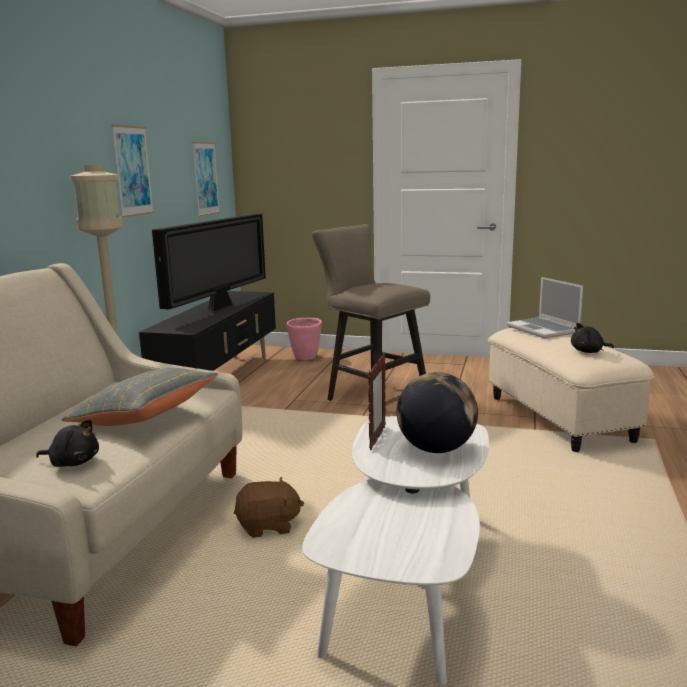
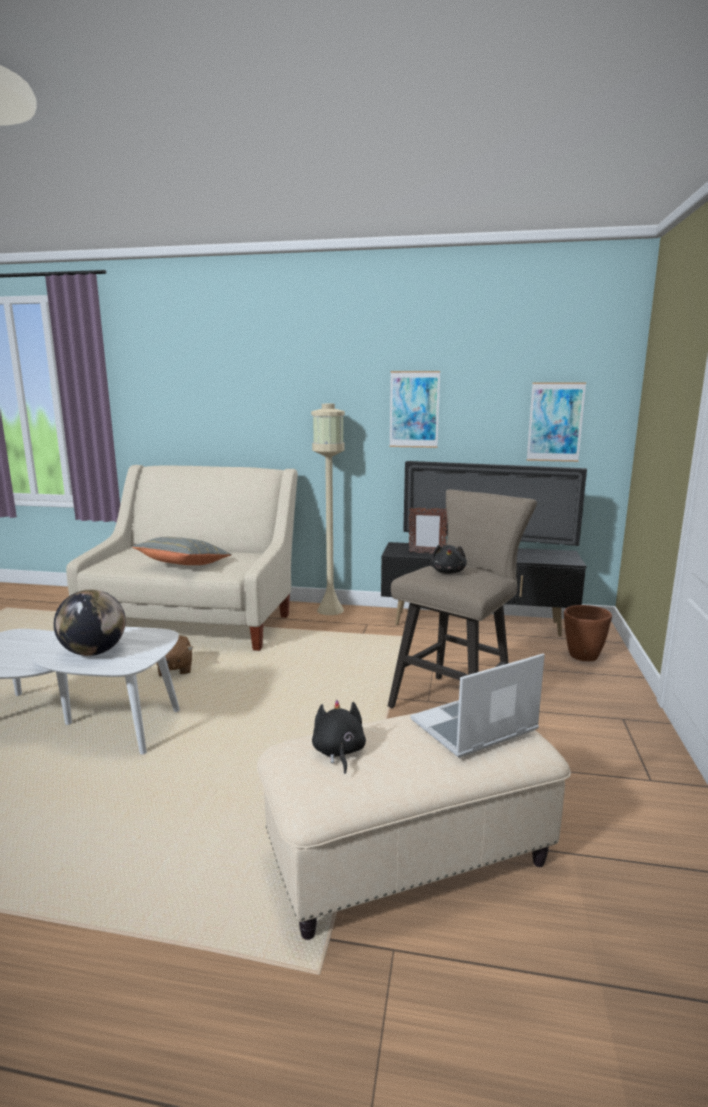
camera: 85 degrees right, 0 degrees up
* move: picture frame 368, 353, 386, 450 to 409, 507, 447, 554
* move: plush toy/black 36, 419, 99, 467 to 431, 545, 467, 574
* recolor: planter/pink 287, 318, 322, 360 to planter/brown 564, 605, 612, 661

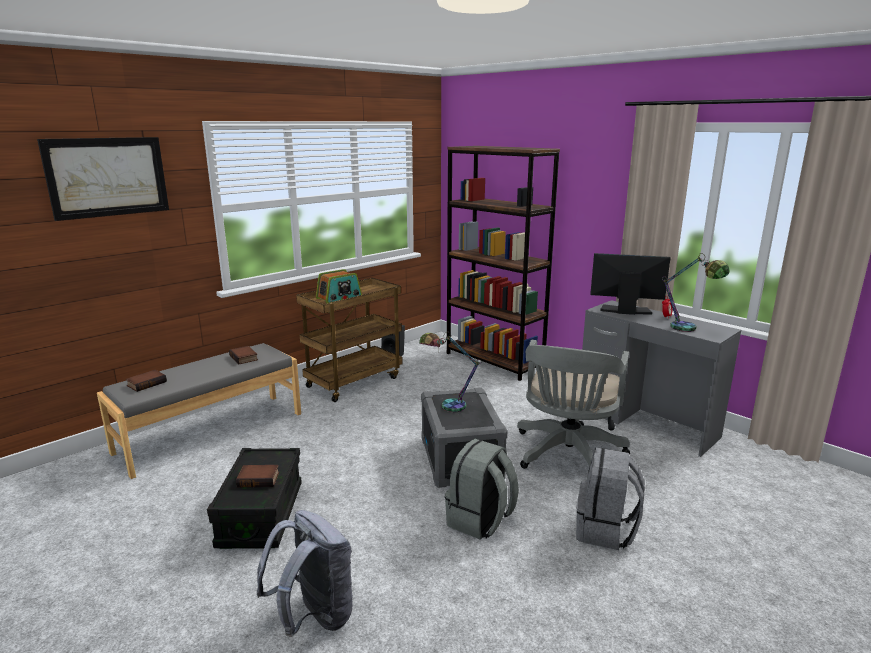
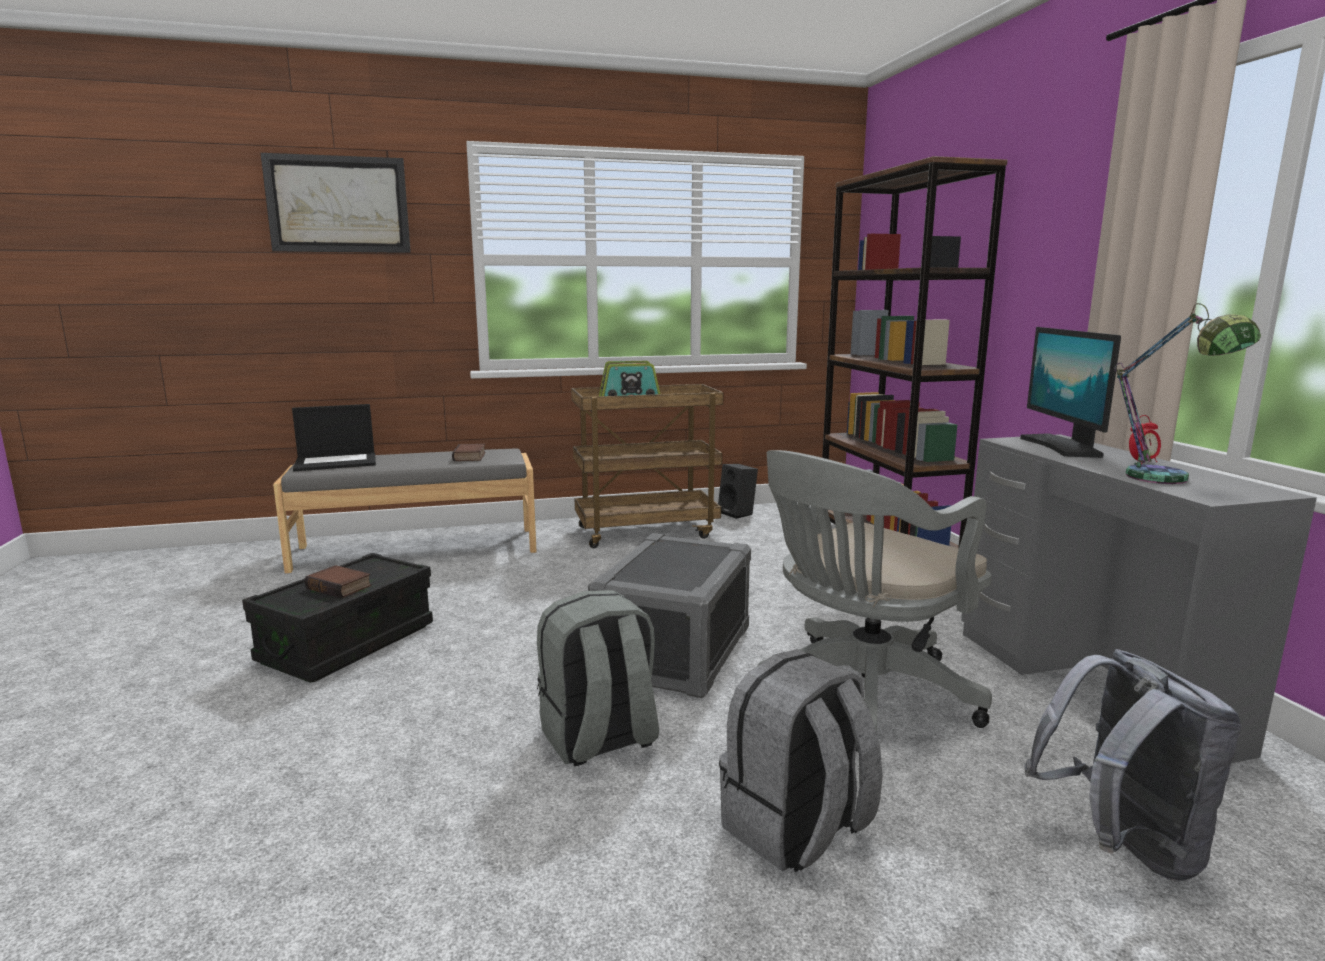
camera: 30 degrees right, 5 degrees down
* replace: book 126, 370, 167, 392 to laptop 292, 404, 376, 471
* rotate: monitor 590, 253, 671, 315 = 1020, 327, 1121, 458 135 degrees counterclockwise
* move: backpack/grey 257, 510, 353, 637 to 1025, 649, 1242, 881
* delete: table lamp 419, 332, 482, 412

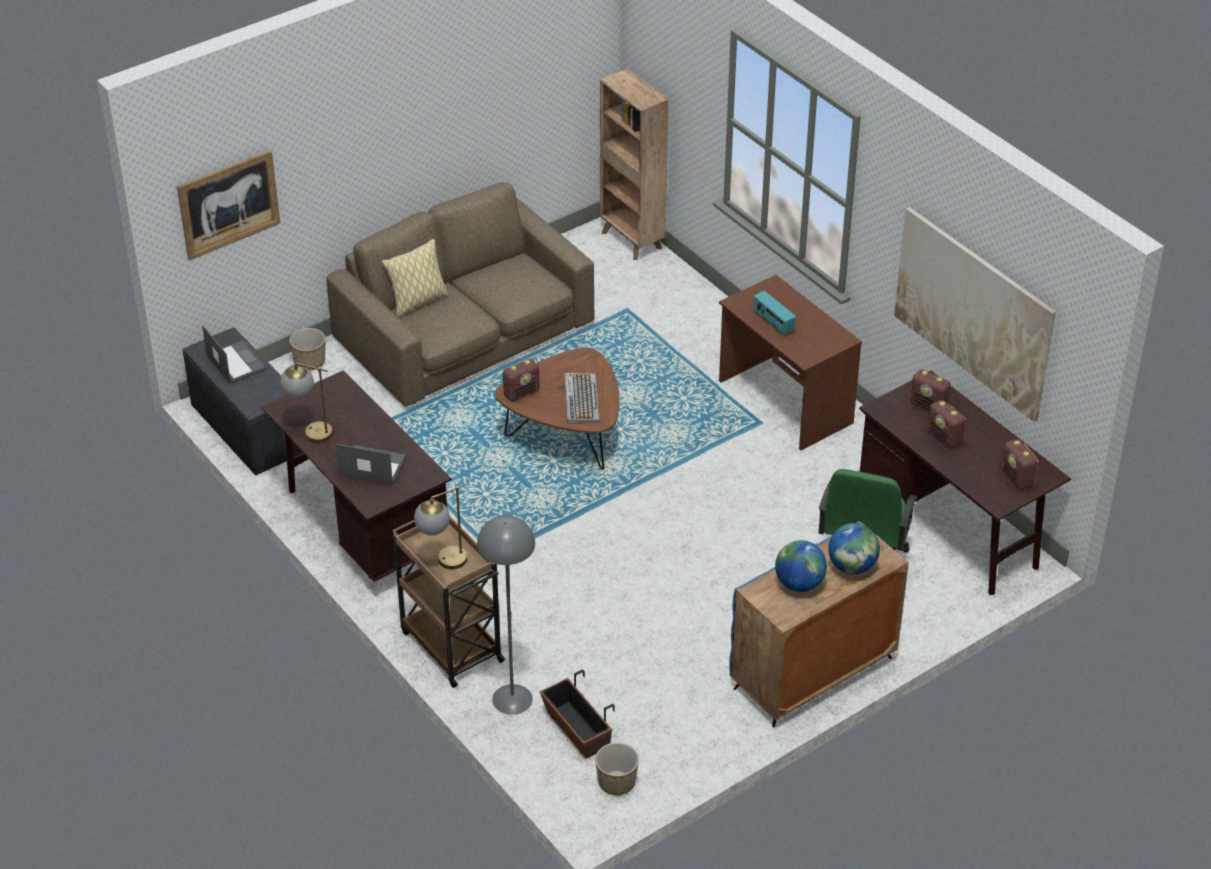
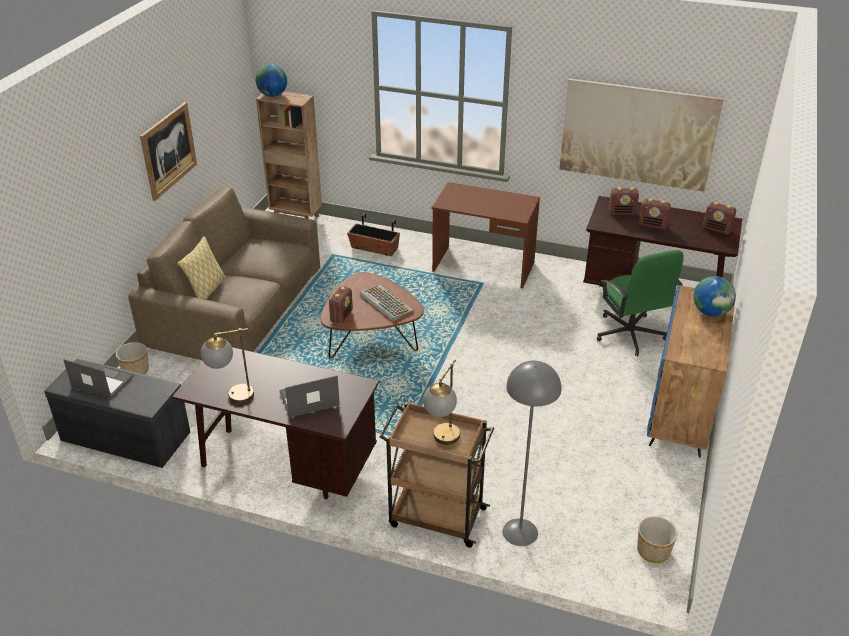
camera: 35 degrees left, 5 degrees down
* move: picture 177, 150, 280, 260 to 140, 102, 197, 201
* move: globe 775, 540, 827, 592 to 256, 64, 287, 97
* move: planter 540, 669, 615, 759 to 347, 213, 400, 256
* delete: radio 754, 291, 796, 335

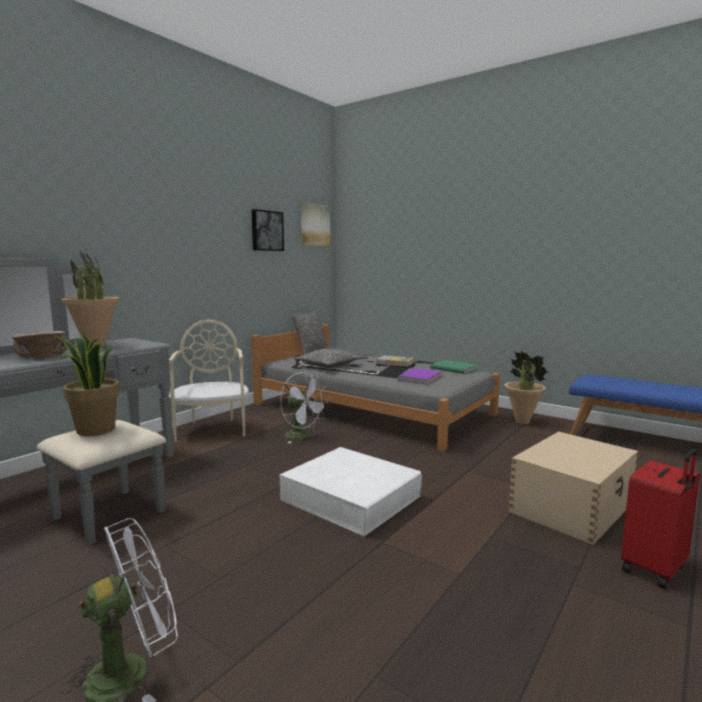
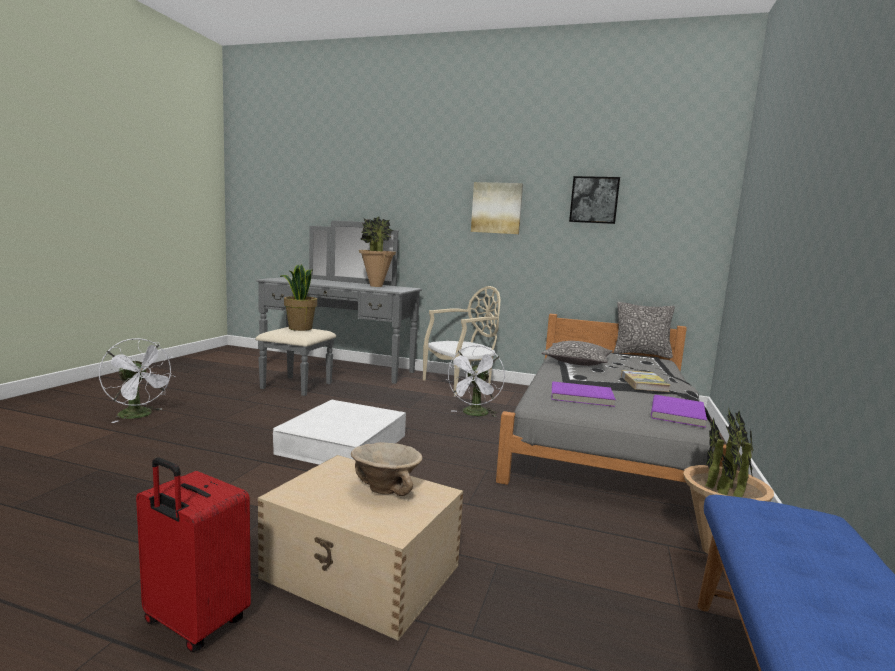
camera: 70 degrees right, 0 degrees up
* move: bowl/beige 12, 331, 69, 358 to 351, 442, 423, 496
* move: picture 301, 202, 330, 246 to 471, 182, 523, 234
* recolor: book/green 431, 360, 478, 374 to book/purple 651, 395, 707, 428

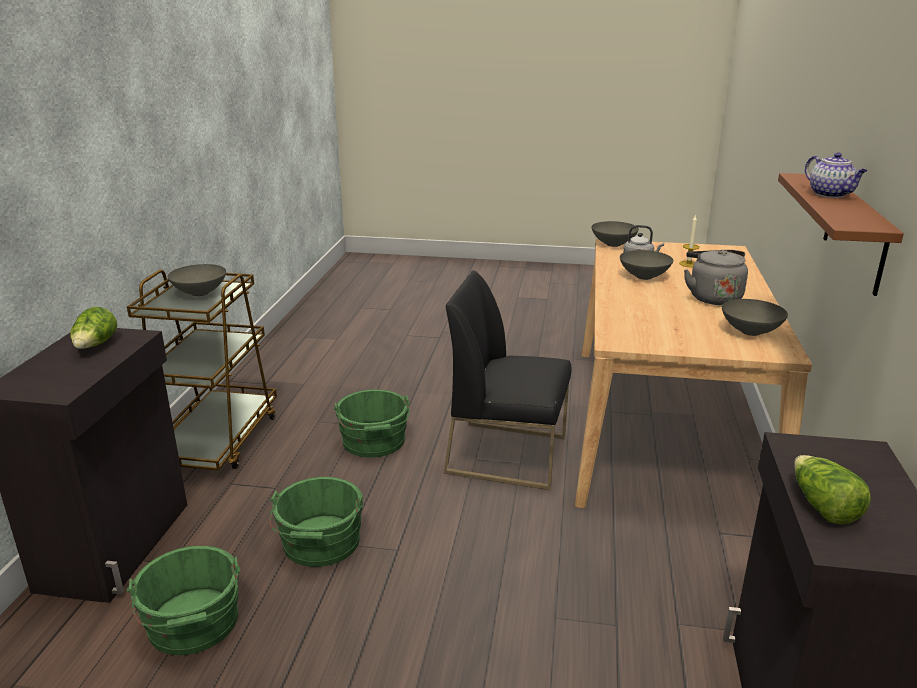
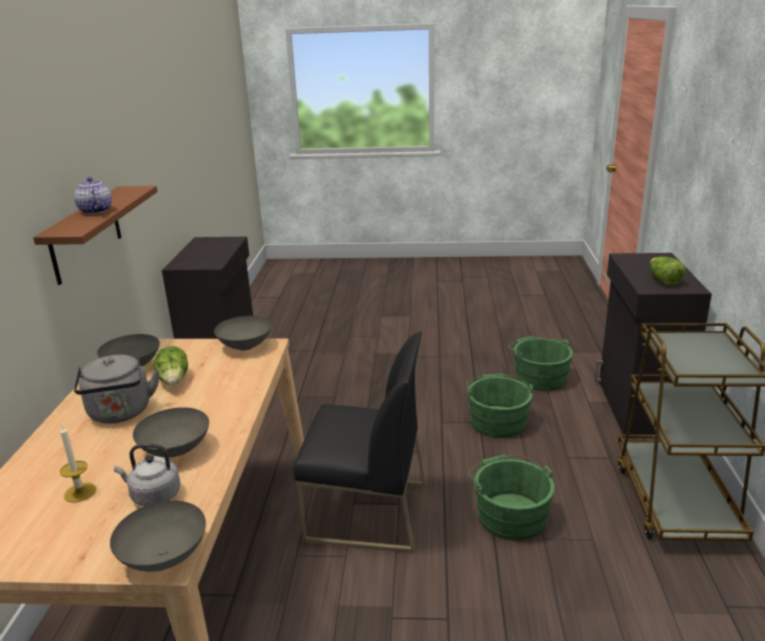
camera: 175 degrees right, 0 degrees up
* move: lettuce 794, 455, 871, 524 to 154, 346, 188, 385
* move: bowl/grey 168, 264, 226, 296 to 214, 316, 271, 351

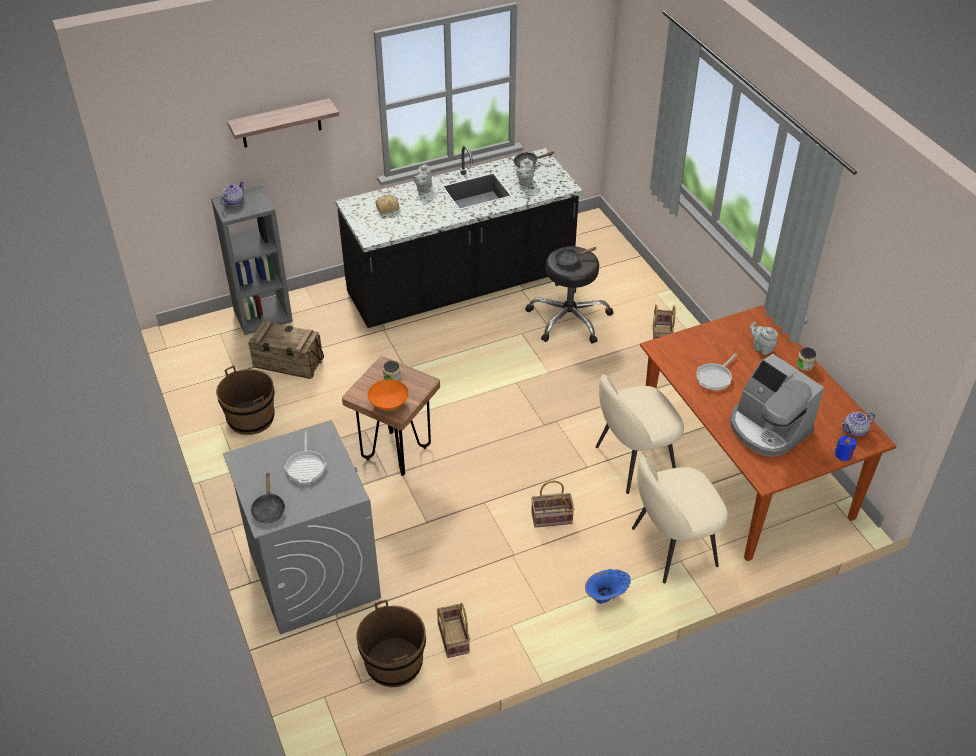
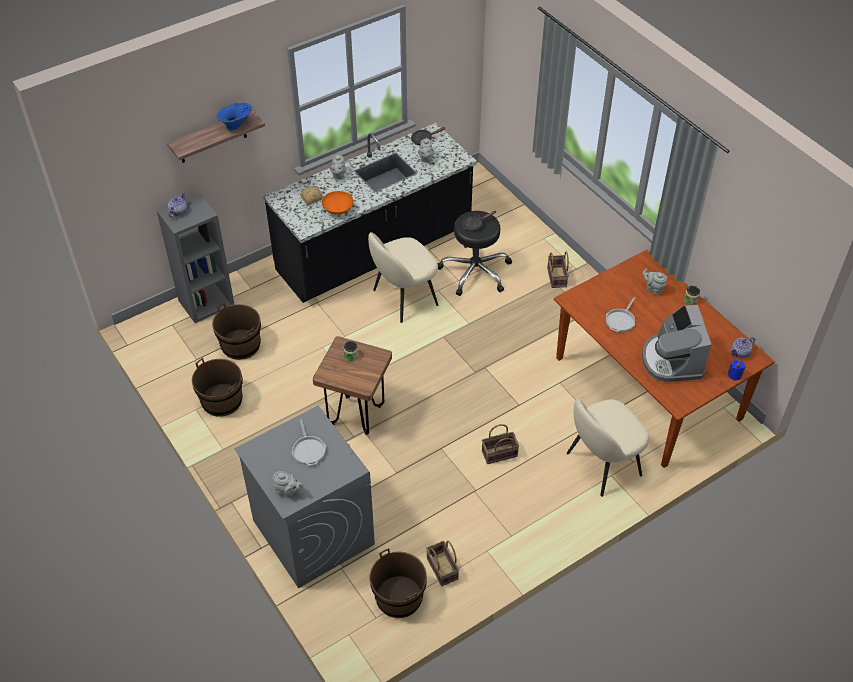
camera: 10 degrees left, 5 degrees up
* replace: crate 248, 321, 324, 379 to bucket/brown 212, 303, 261, 360
* move: vase/blue 585, 569, 631, 604 to 216, 102, 252, 130
* replace: frying pan/black 250, 473, 285, 523 to teapot/grey 273, 471, 303, 498
* move: bowl/orange 368, 379, 408, 411 to 322, 191, 353, 215
* move: chair/beige 596, 374, 684, 494 to 368, 232, 438, 323
* rotate: coffee machine 730, 354, 824, 457 = 642, 305, 712, 382 45 degrees clockwise

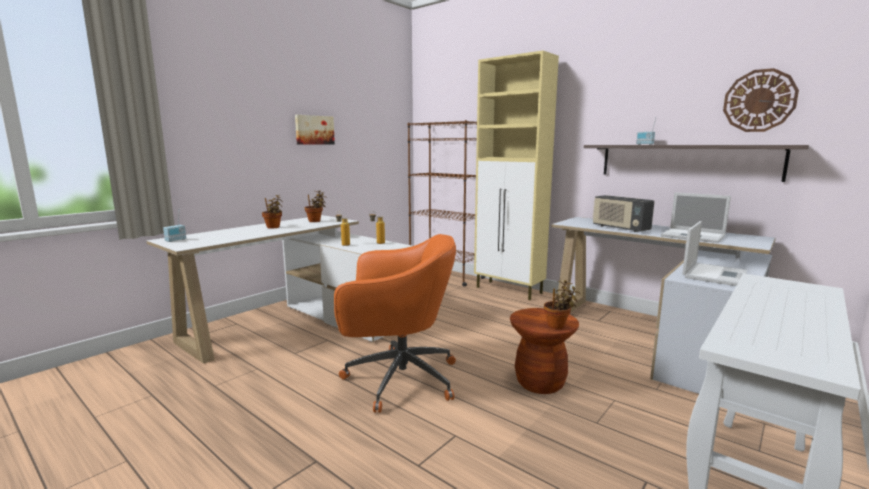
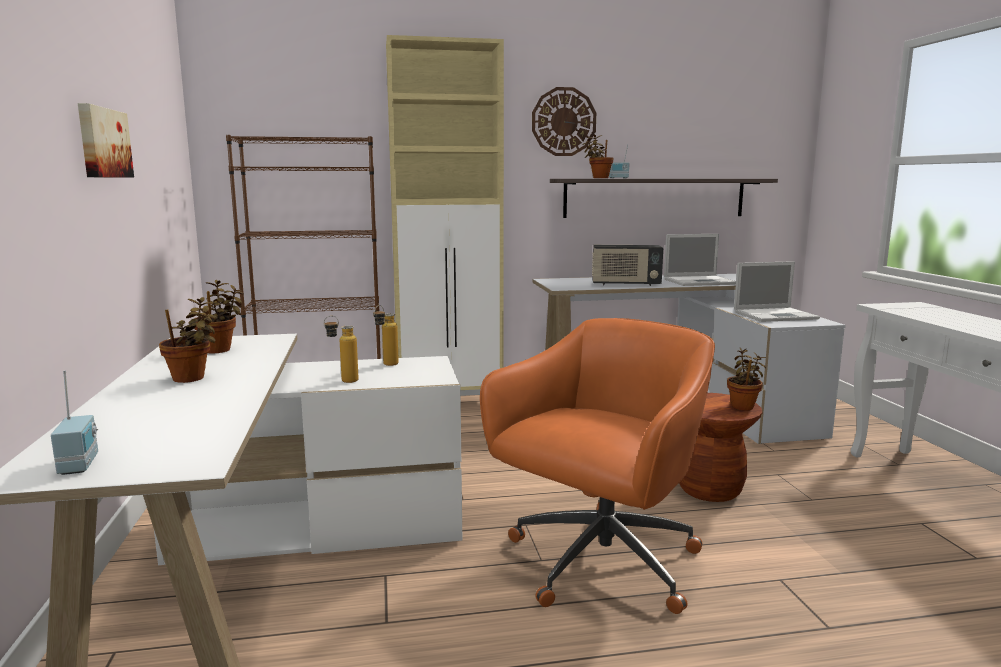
camera: 50 degrees left, 0 degrees up
* move: wall clock 723, 68, 799, 132 to 532, 87, 596, 156
* insert: potted plant 583, 135, 614, 178
* rotate: laptop 682, 221, 747, 286 = 734, 261, 820, 322 90 degrees clockwise

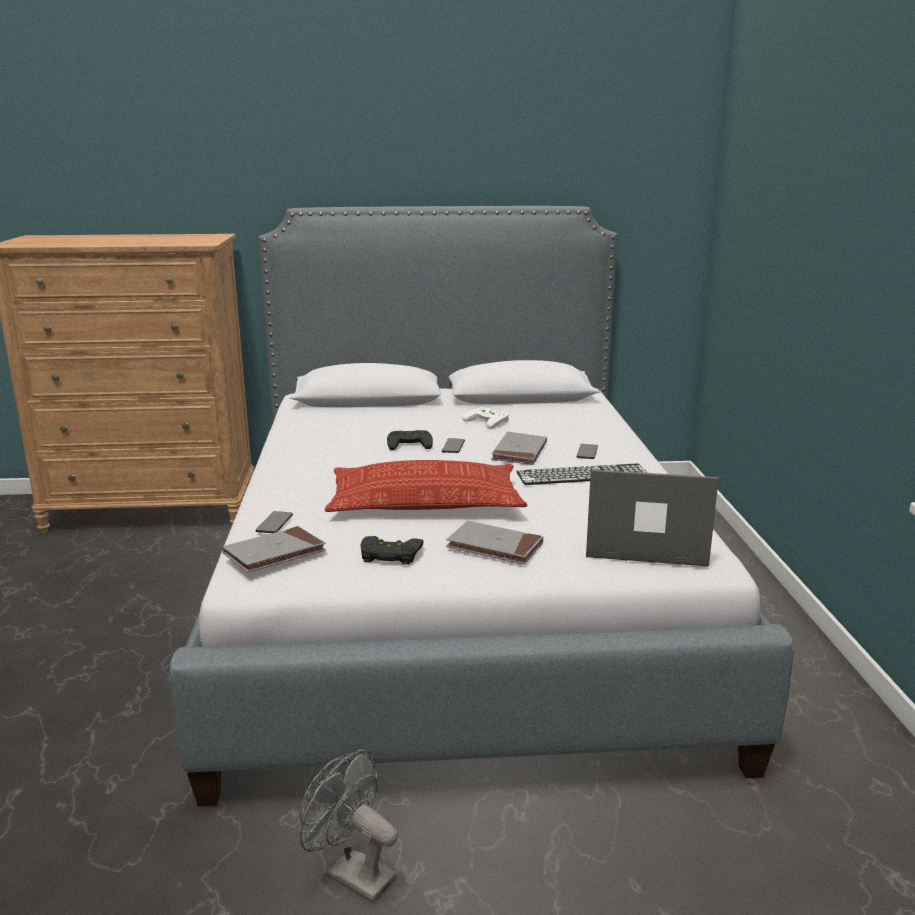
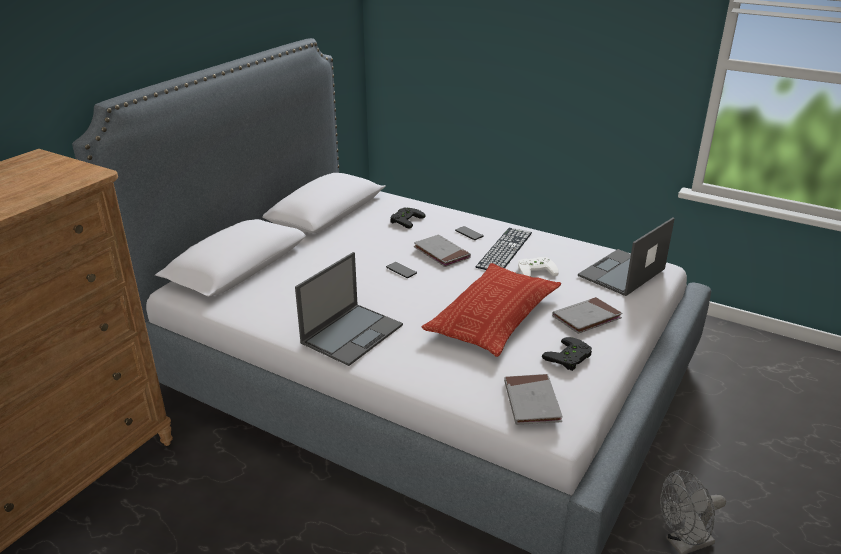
camera: 55 degrees left, 10 degrees up
* insert: laptop 295, 252, 403, 366
* move: game controller/black 387, 430, 433, 450 to 390, 207, 425, 229
* move: game controller/white 462, 407, 509, 428 to 518, 257, 558, 277
* delete: phone 256, 511, 293, 533

